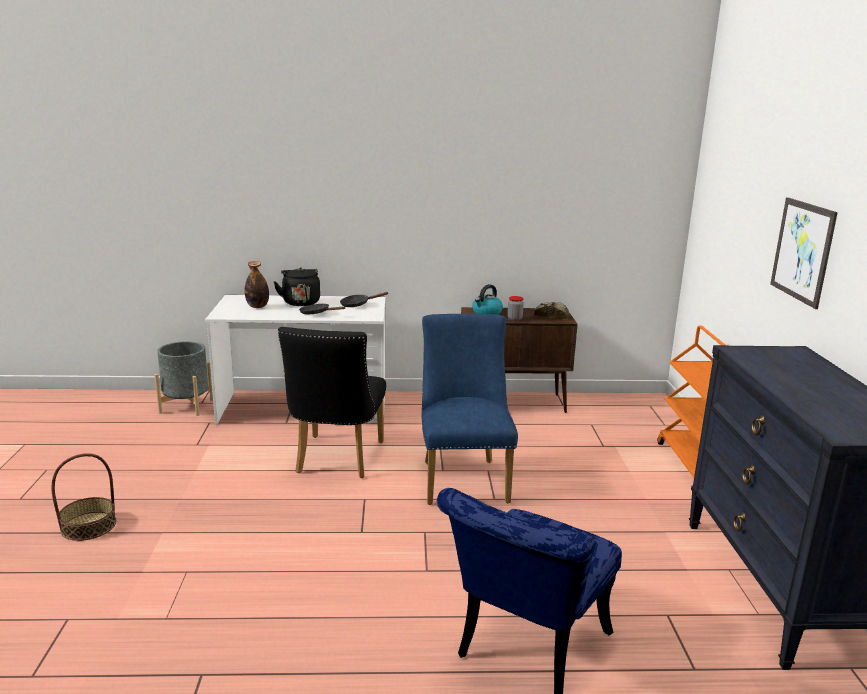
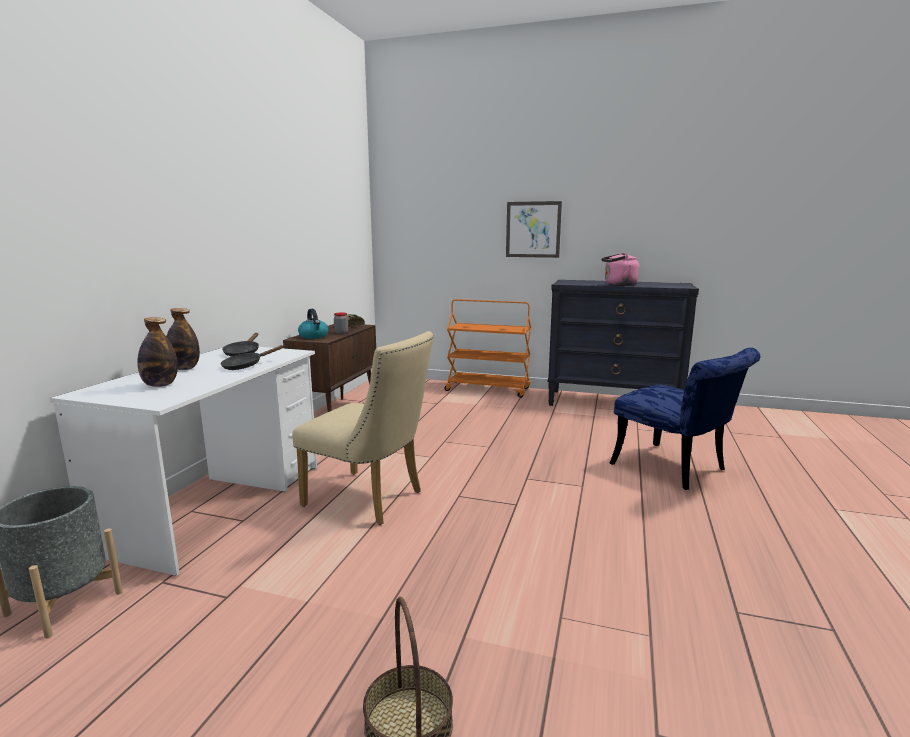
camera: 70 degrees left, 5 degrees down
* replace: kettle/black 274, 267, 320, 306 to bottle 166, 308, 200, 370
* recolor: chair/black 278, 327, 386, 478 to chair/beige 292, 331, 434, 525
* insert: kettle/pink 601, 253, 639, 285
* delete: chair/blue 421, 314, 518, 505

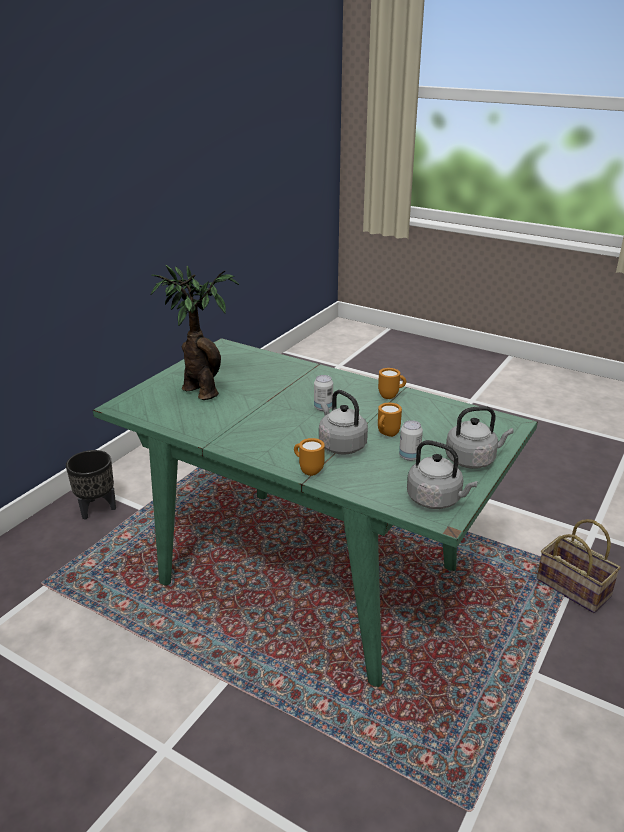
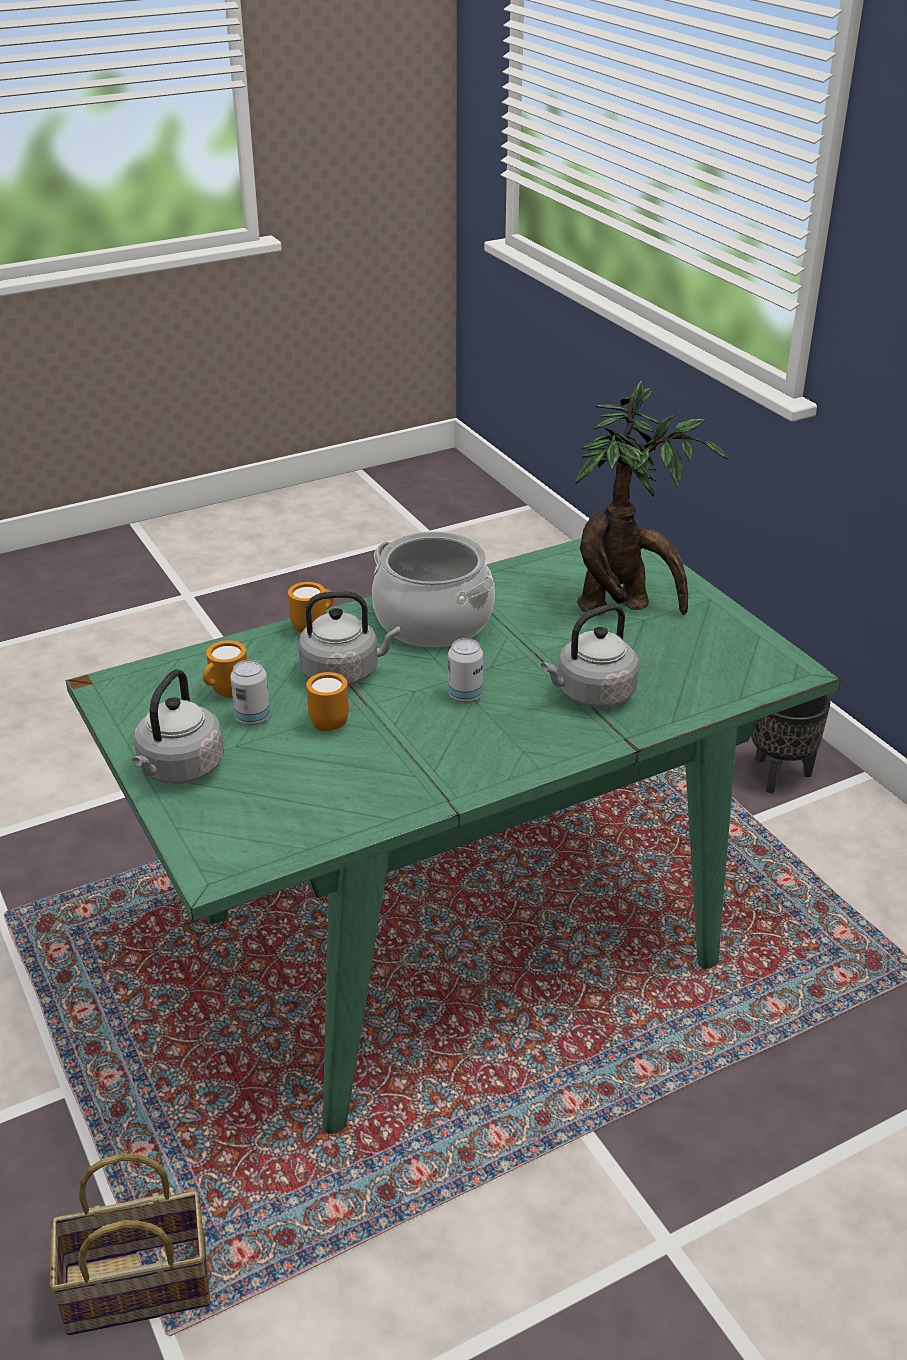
camera: 120 degrees right, 5 degrees up
* move: mug/orange 378, 368, 406, 399 to 203, 640, 247, 698
* insert: cooking pot 372, 531, 495, 647
* move: kettle/grey 407, 440, 478, 509 to 541, 604, 639, 708

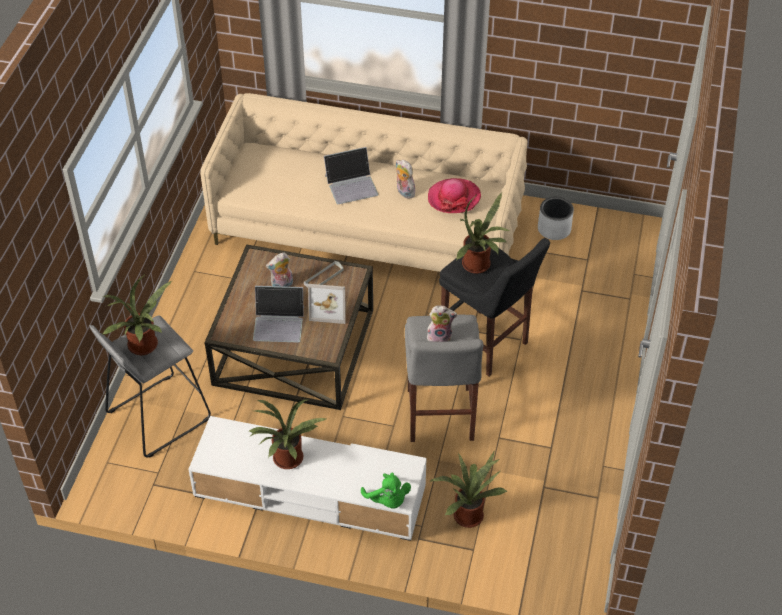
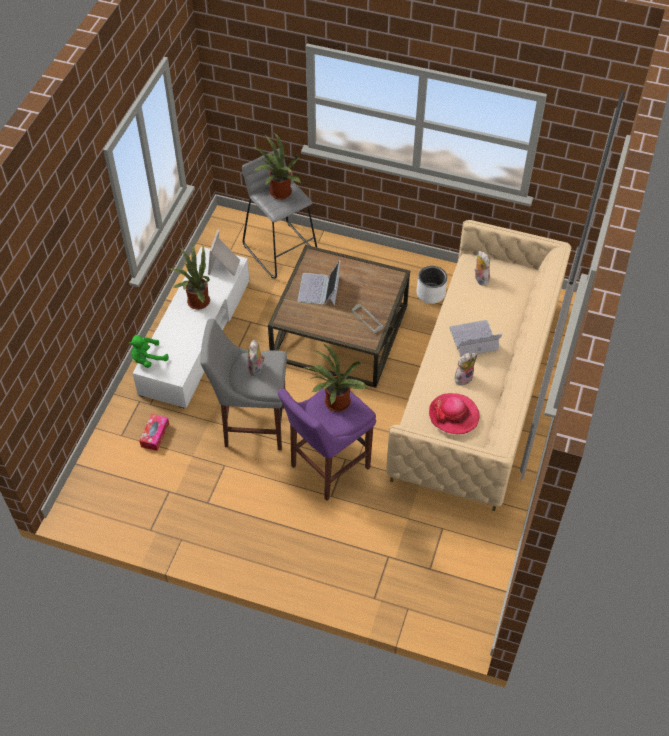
camera: 95 degrees right, 5 degrees up
* replace: potted plant 430, 452, 508, 528 to tissue box 139, 414, 169, 451
* move: picture frame 308, 284, 346, 324 to 208, 230, 240, 276
* recolor: stool/black 439, 238, 550, 376 to stool/purple 278, 388, 376, 501
* move: planter/white 538, 197, 574, 240 to 417, 266, 447, 304
* rotate: laptop 324, 147, 379, 204 = 449, 320, 502, 357 90 degrees clockwise
* move: plush toy 266, 252, 293, 287 to 475, 251, 490, 286

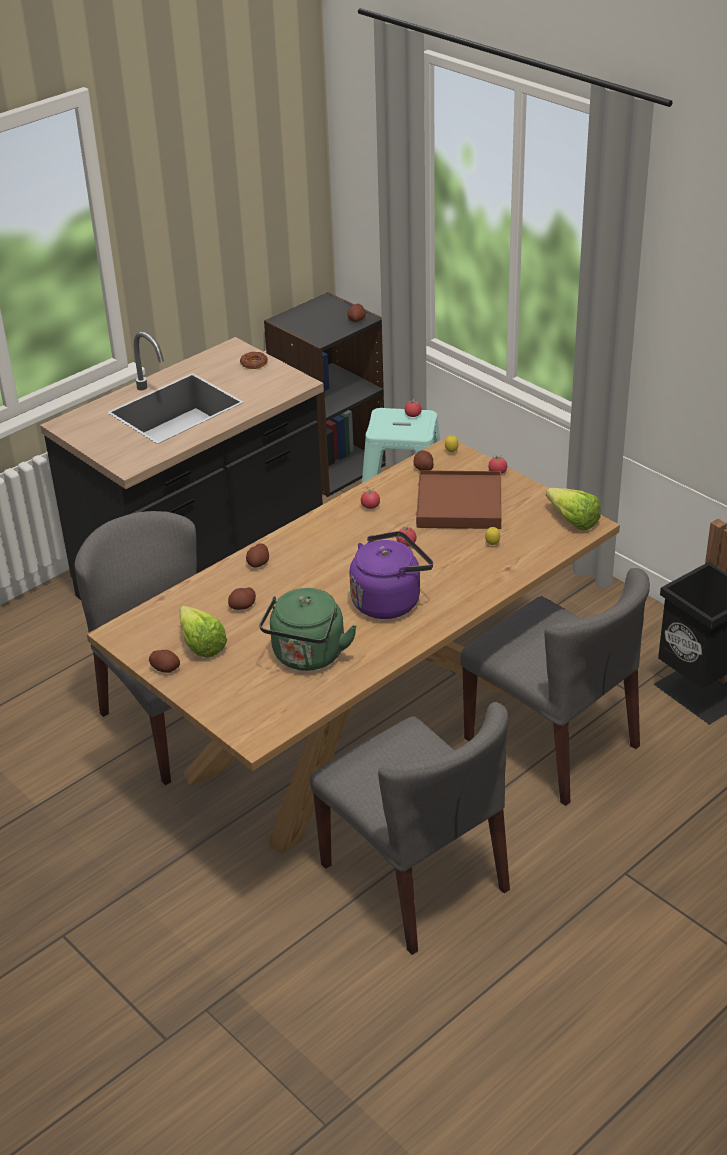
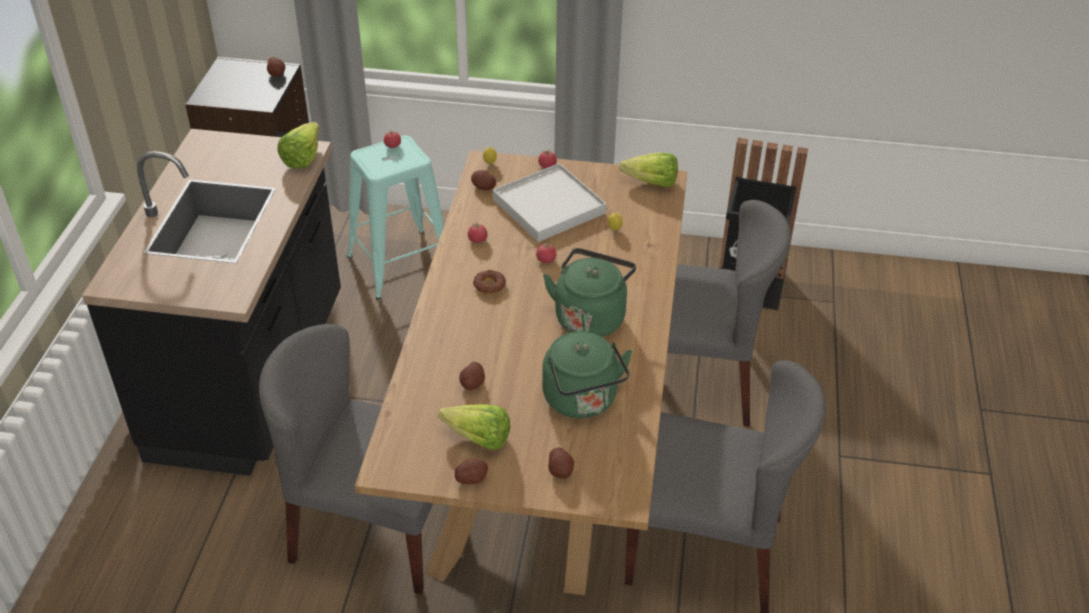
camera: 40 degrees left, 5 degrees up
* insert: lettuce 277, 122, 319, 169
* move: donut 240, 351, 268, 369 to 473, 270, 506, 294
* recolor: tray/brown 416, 470, 501, 529 to tray/white 493, 163, 606, 242
* recolor: kettle/purple 349, 531, 433, 619 to kettle/green 543, 248, 636, 337
* move: potato 246, 543, 269, 568 to 548, 448, 574, 479

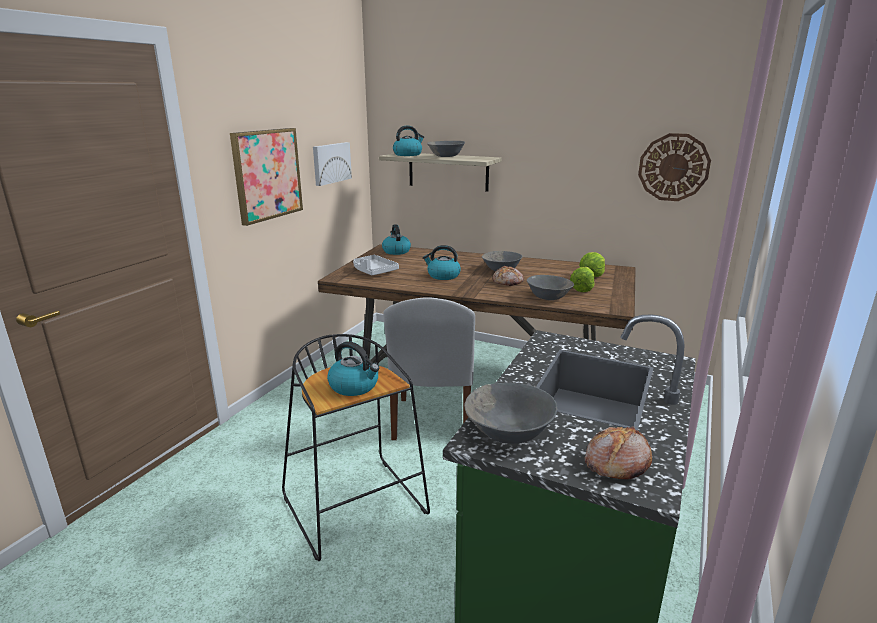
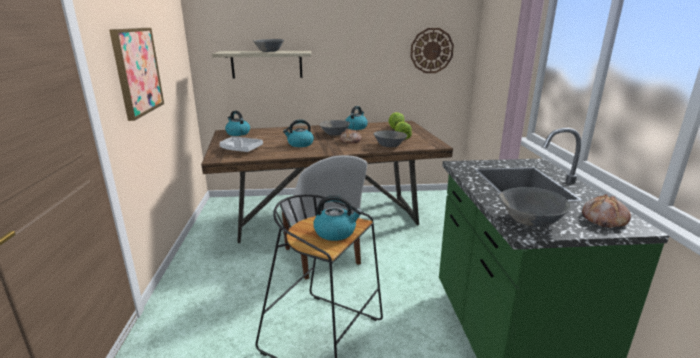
camera: 30 degrees left, 0 degrees up
* move: kettle 393, 126, 424, 156 to 345, 106, 368, 130
* delete: picture 313, 142, 352, 186

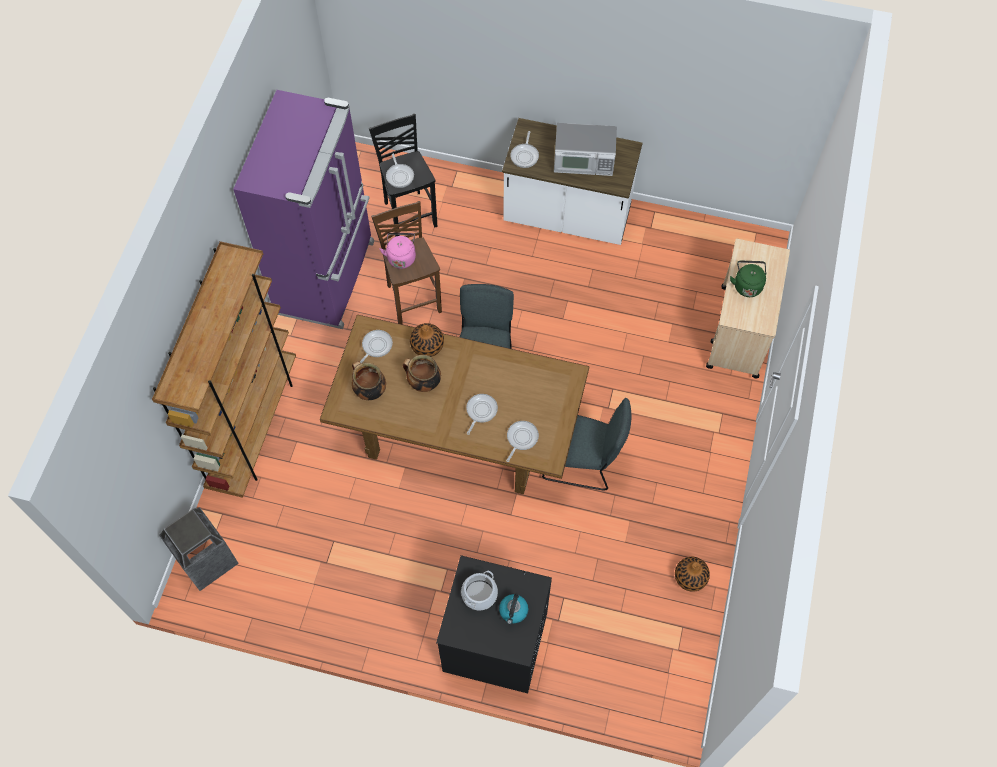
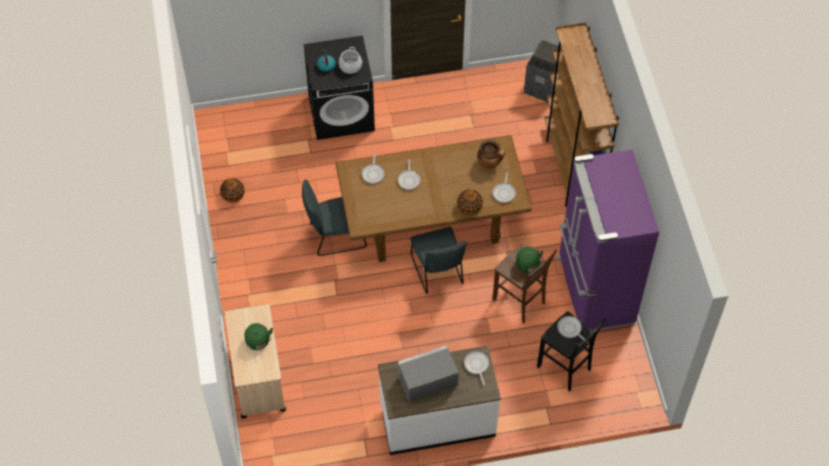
camera: 155 degrees right, 5 degrees down
* recolor: kettle/pink 380, 233, 416, 269 to kettle/green 516, 247, 543, 273
* delete: cooking pot 402, 355, 441, 392

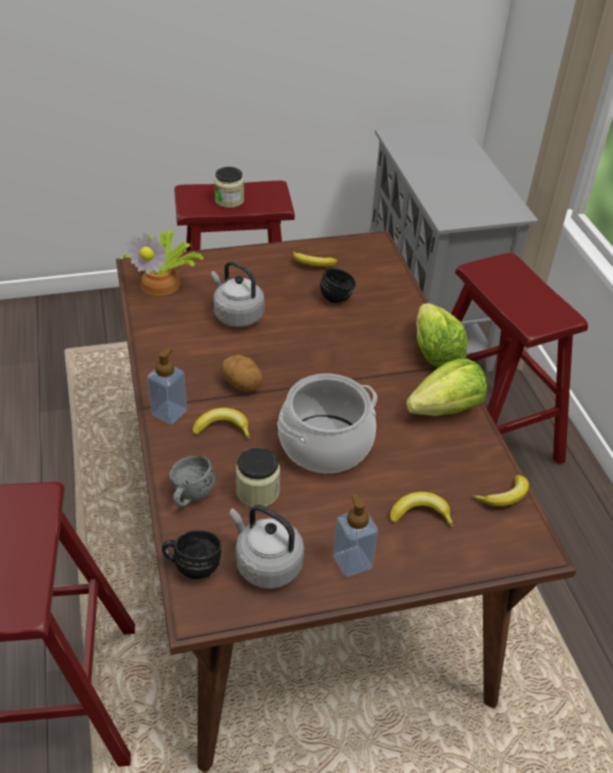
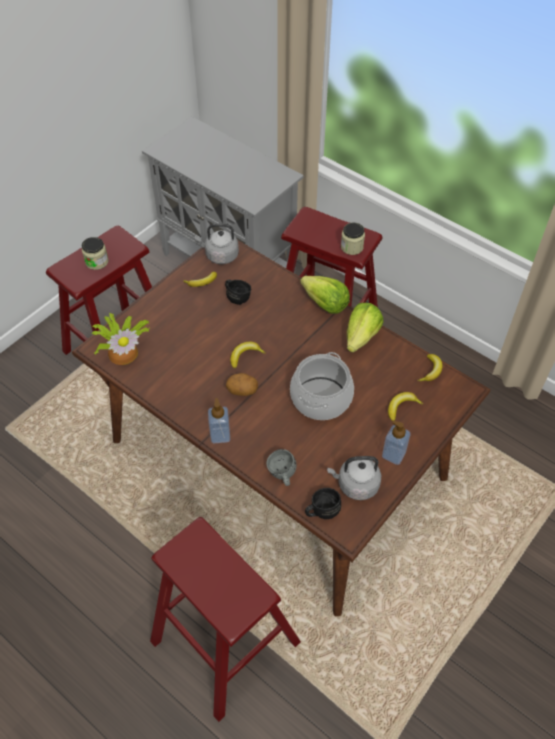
camera: 35 degrees left, 10 degrees up
* move: kettle/grey 211, 261, 264, 327 to 195, 223, 239, 264
* move: banana 193, 408, 250, 439 to 230, 342, 266, 369
* move: jar 236, 447, 280, 507 to 341, 223, 365, 255

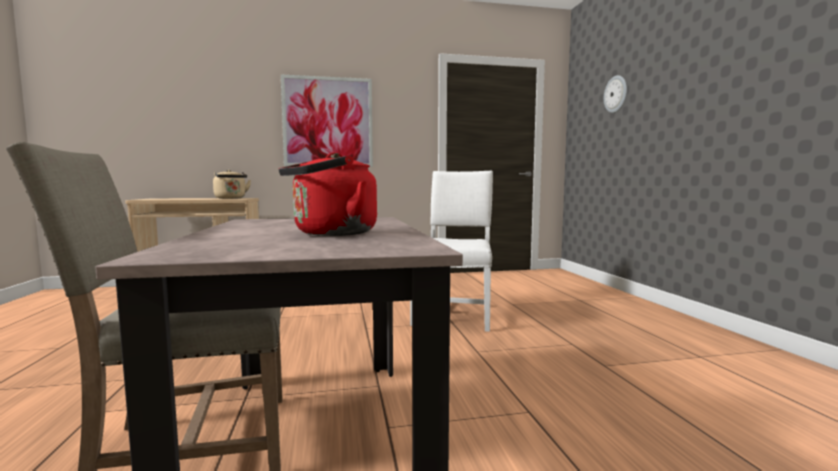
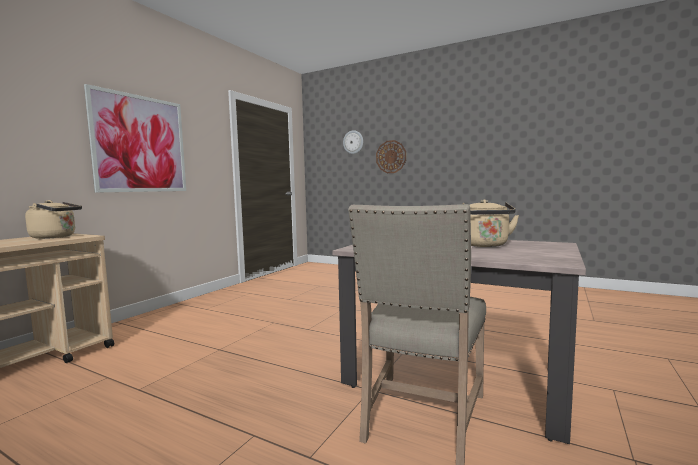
camera: 50 degrees left, 0 degrees up
* insert: wall clock 376, 140, 406, 173
* recolor: kettle/red 279, 152, 377, 236 to kettle/beige 463, 199, 519, 247
* delete: chair/white 410, 171, 493, 332

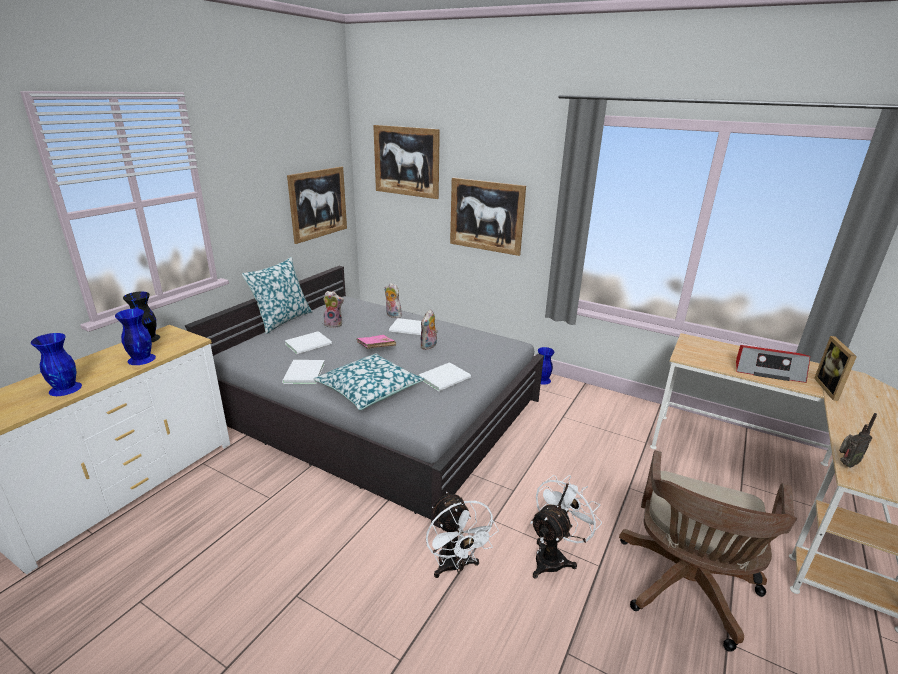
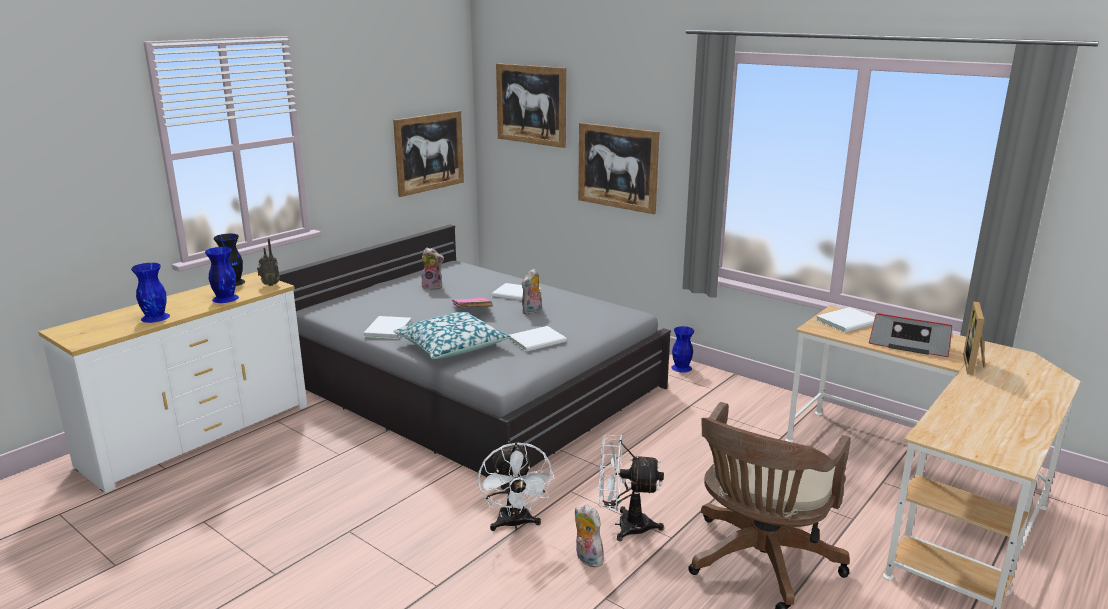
camera: 10 degrees right, 5 degrees down
* move: radio 839, 413, 877, 468 to 257, 238, 280, 286
* move: plush toy 384, 283, 402, 318 to 575, 504, 604, 567
* rotate: fan/white 530, 475, 602, 579 = 598, 435, 664, 541 135 degrees counterclockwise
* move: book/white 285, 331, 332, 355 to 816, 307, 875, 333
* delete: pillow 242, 257, 312, 334

